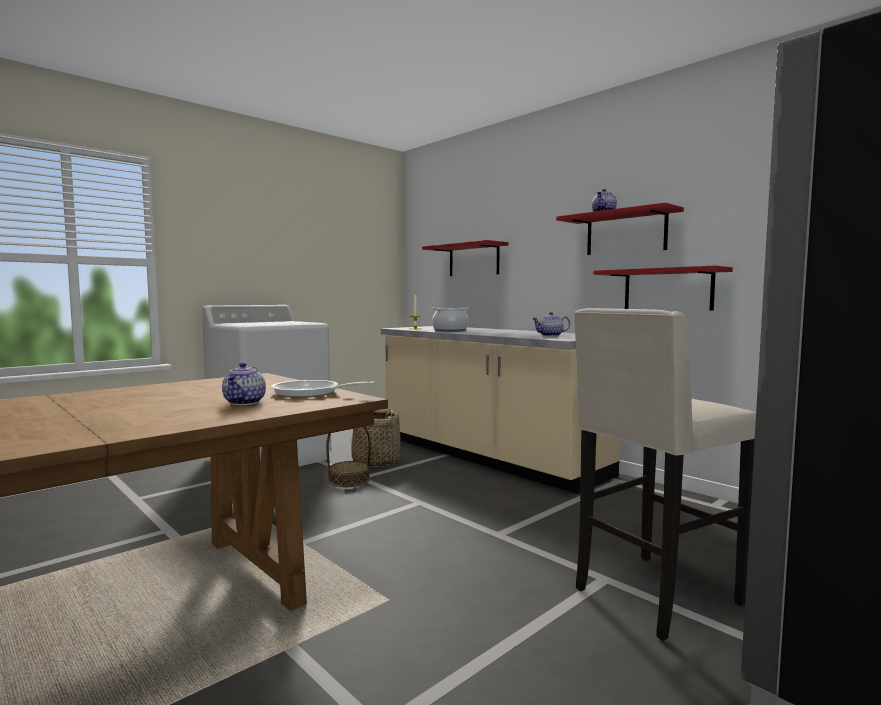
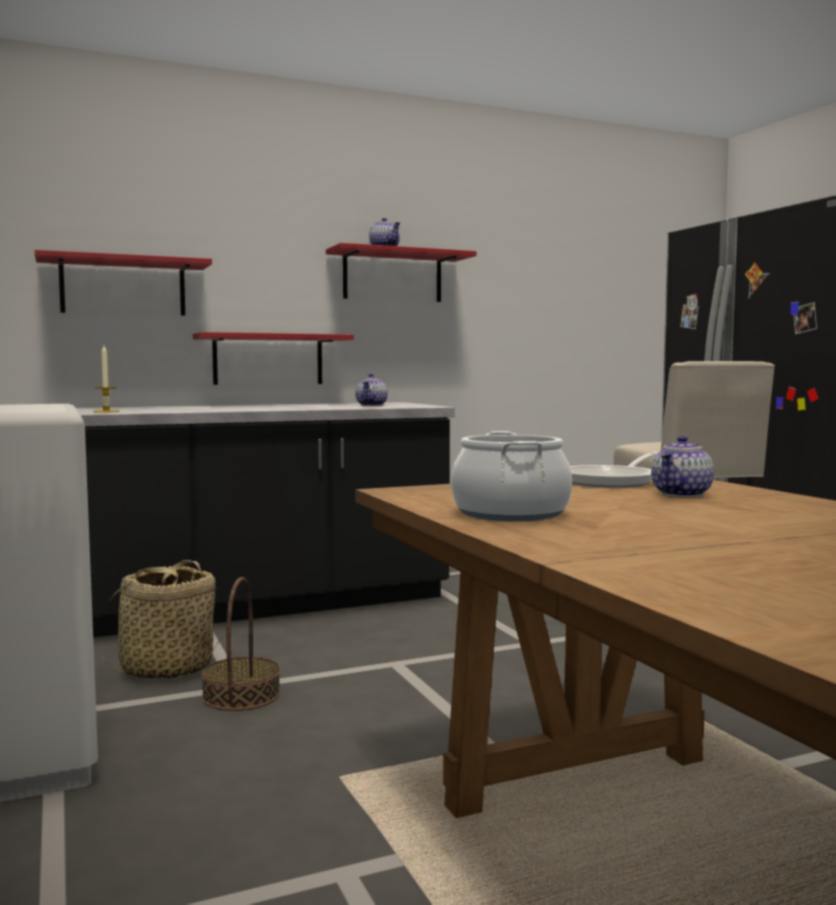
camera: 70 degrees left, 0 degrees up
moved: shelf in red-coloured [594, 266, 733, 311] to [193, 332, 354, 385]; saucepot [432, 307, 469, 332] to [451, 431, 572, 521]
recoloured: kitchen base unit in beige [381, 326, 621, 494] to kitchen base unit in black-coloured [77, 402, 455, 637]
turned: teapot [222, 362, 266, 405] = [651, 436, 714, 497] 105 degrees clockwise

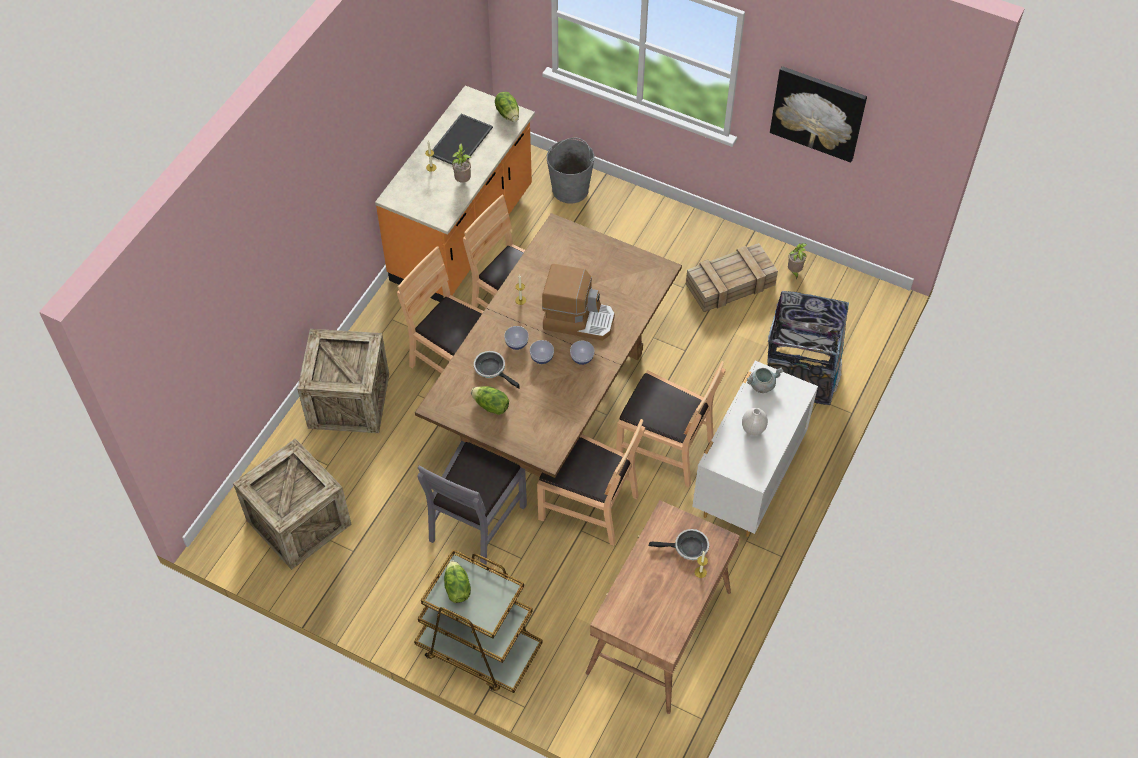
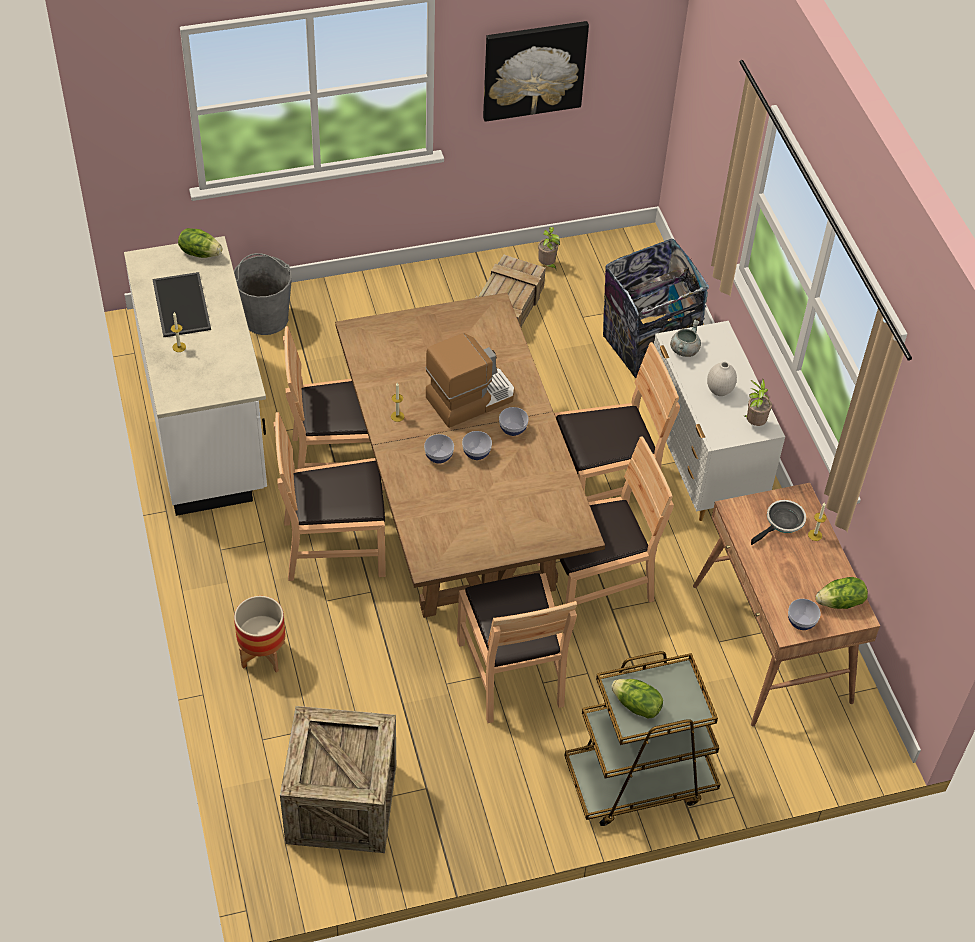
camera: 45 degrees left, 5 degrees down
removed: pan [474, 351, 520, 389]
added: serving bowl [788, 599, 821, 630]
moved: potted plant [452, 143, 471, 183] to [745, 379, 772, 426]; lettuce [471, 386, 509, 415] to [816, 577, 868, 609]
replaced: packing crate [297, 329, 389, 433] to planter [234, 596, 286, 672]
recoloured: kitchen base unit in orangey [375, 86, 535, 302] to kitchen base unit in whitish [124, 236, 267, 516]; chair in greyish [418, 441, 527, 567] to chair in brown [457, 573, 577, 723]

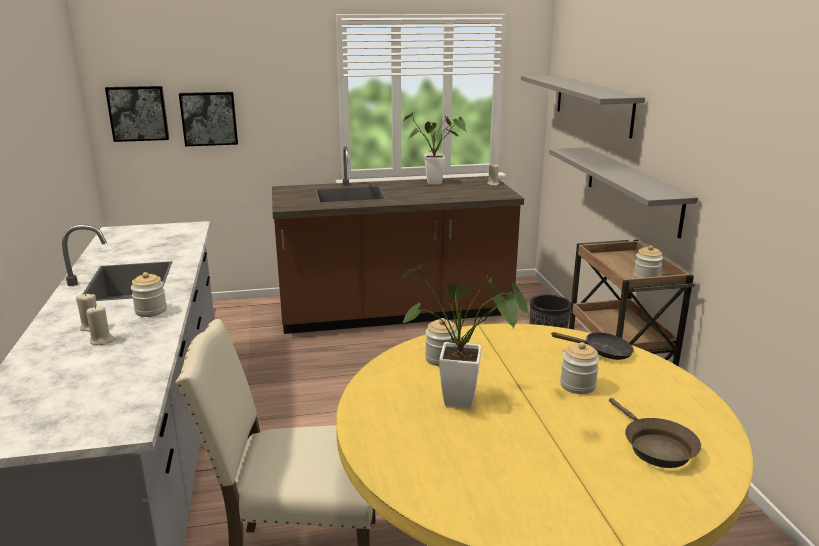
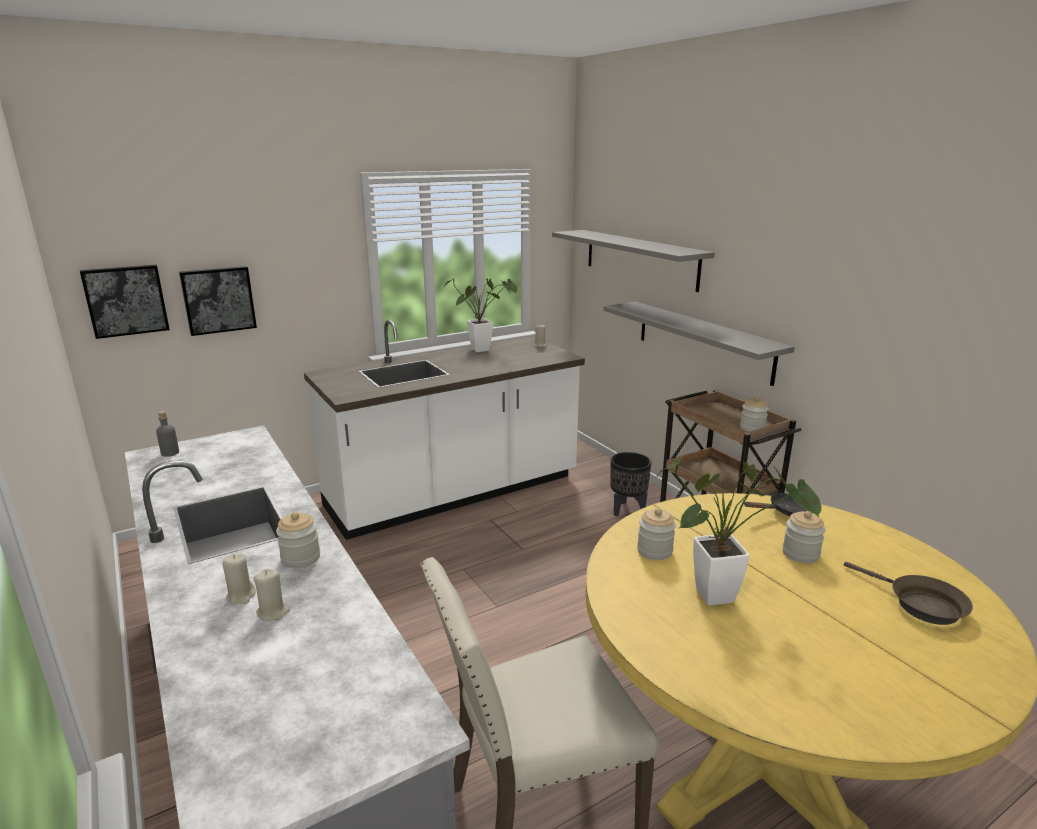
camera: 20 degrees left, 0 degrees up
added: drink bottle in greyish [156, 411, 179, 457]
recoloured: kitchen base unit in brown [272, 146, 524, 334] to kitchen base unit in whitish [304, 320, 585, 540]

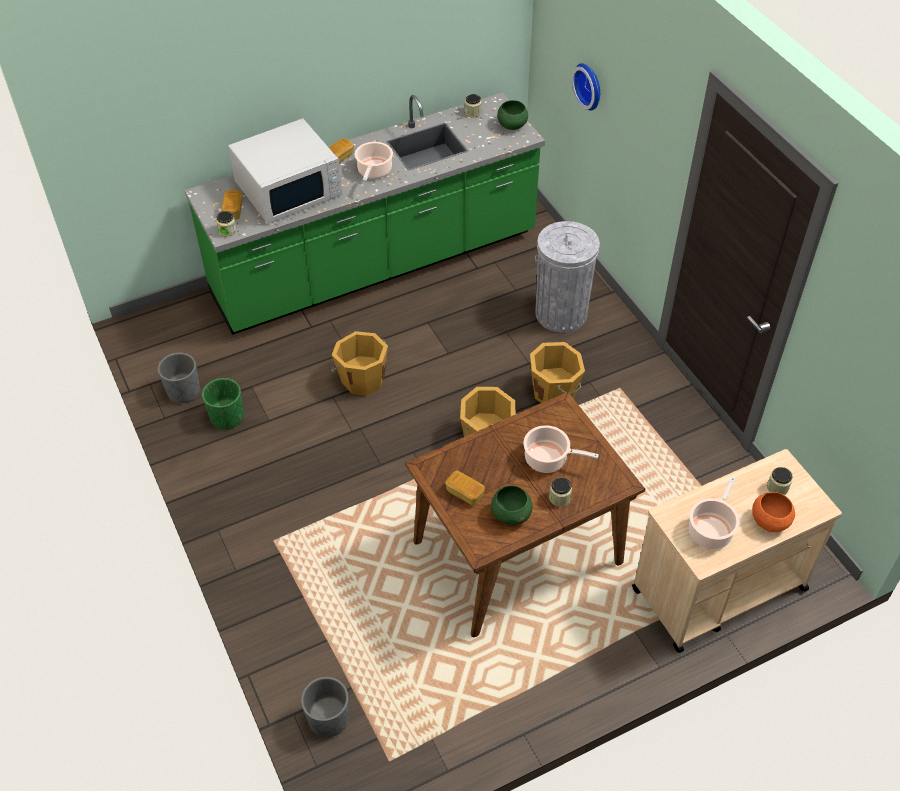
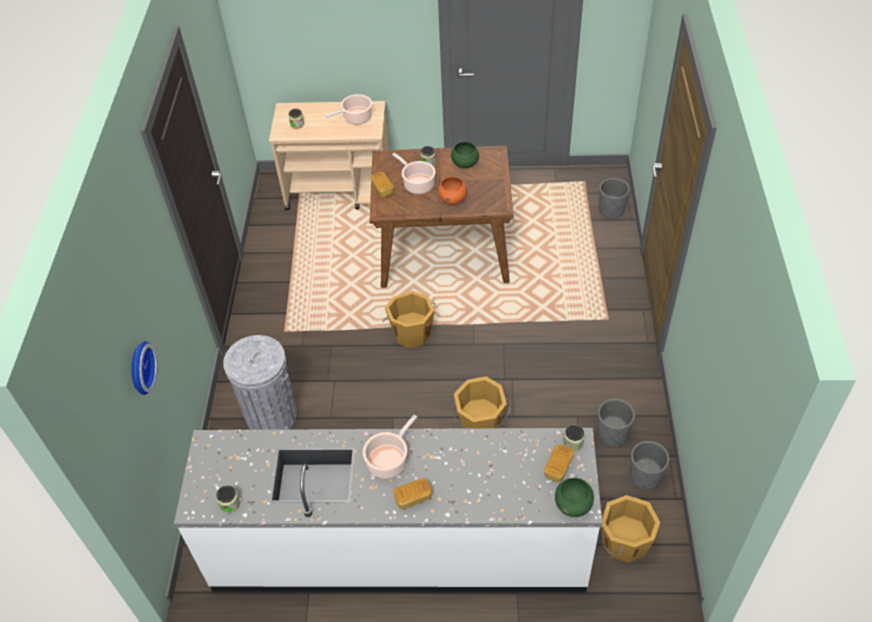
camera: 150 degrees left, 0 degrees up
removed: microwave in whitish [228, 118, 342, 224]
moved: bakery bread [445, 471, 485, 506] to [371, 172, 394, 198]; serving bowl in orangey [752, 492, 795, 532] to [438, 177, 467, 205]; serving bowl in green-coloured [497, 100, 528, 130] to [555, 478, 594, 517]; pail in orangey [530, 342, 585, 403] to [601, 495, 660, 563]
recoloured: kitchen base unit in green-coloured [185, 92, 545, 335] to kitchen base unit in whitish [174, 428, 602, 592]; planter in green-coloured [202, 378, 244, 430] to planter in greyish [597, 399, 635, 447]

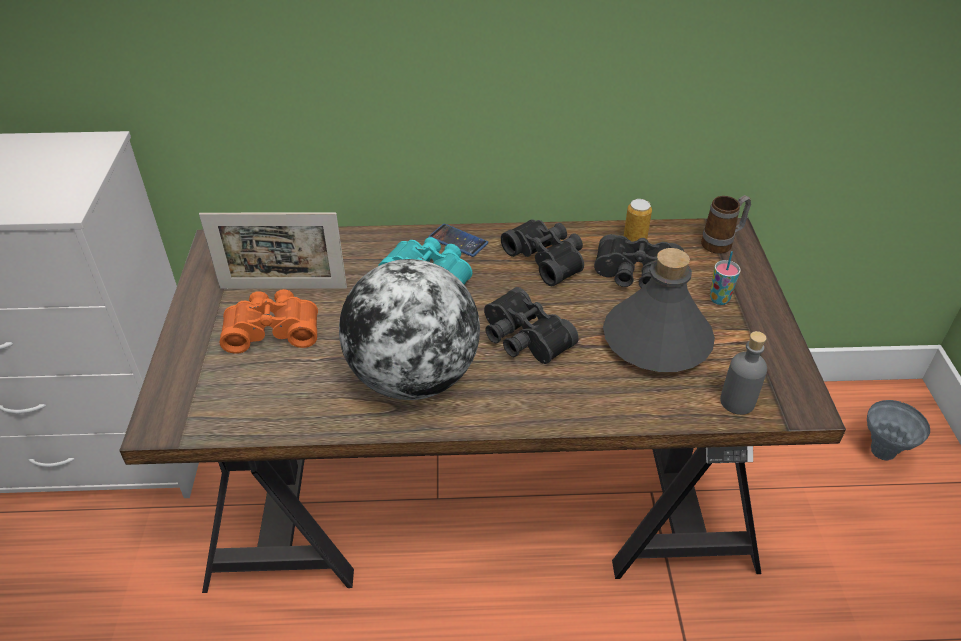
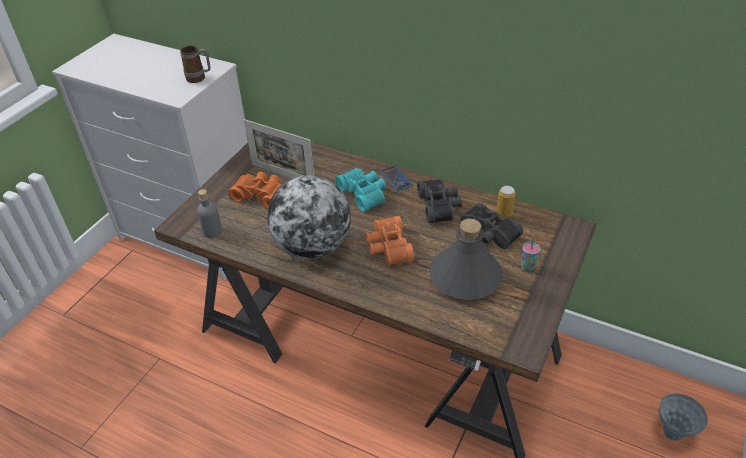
camera: 30 degrees right, 0 degrees up
moved: coffee mug [701, 195, 751, 254] to [180, 46, 211, 83]; drink bottle in greyish [720, 331, 767, 415] to [197, 189, 222, 238]
recoloured: field glasses in black-coloured [484, 287, 579, 364] to field glasses in orangey [365, 216, 414, 266]

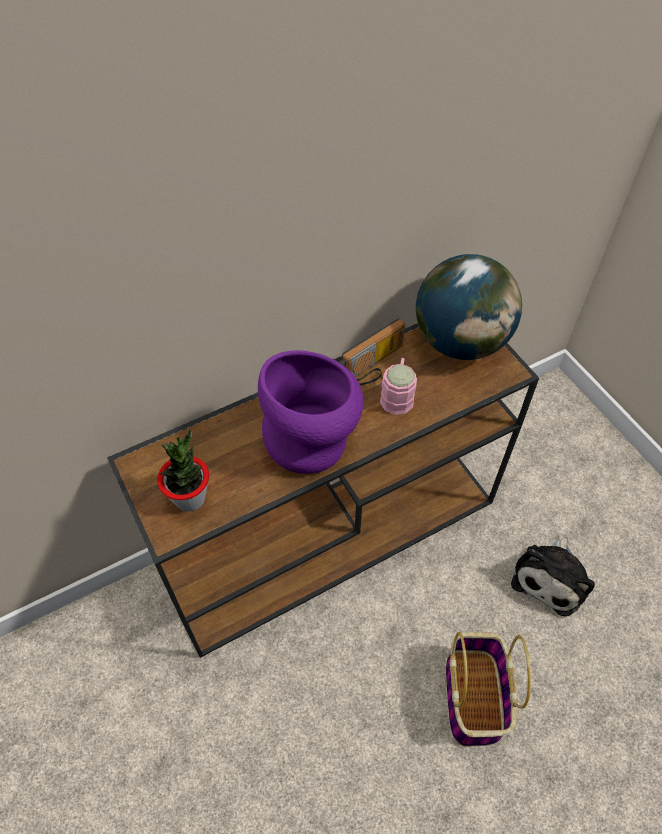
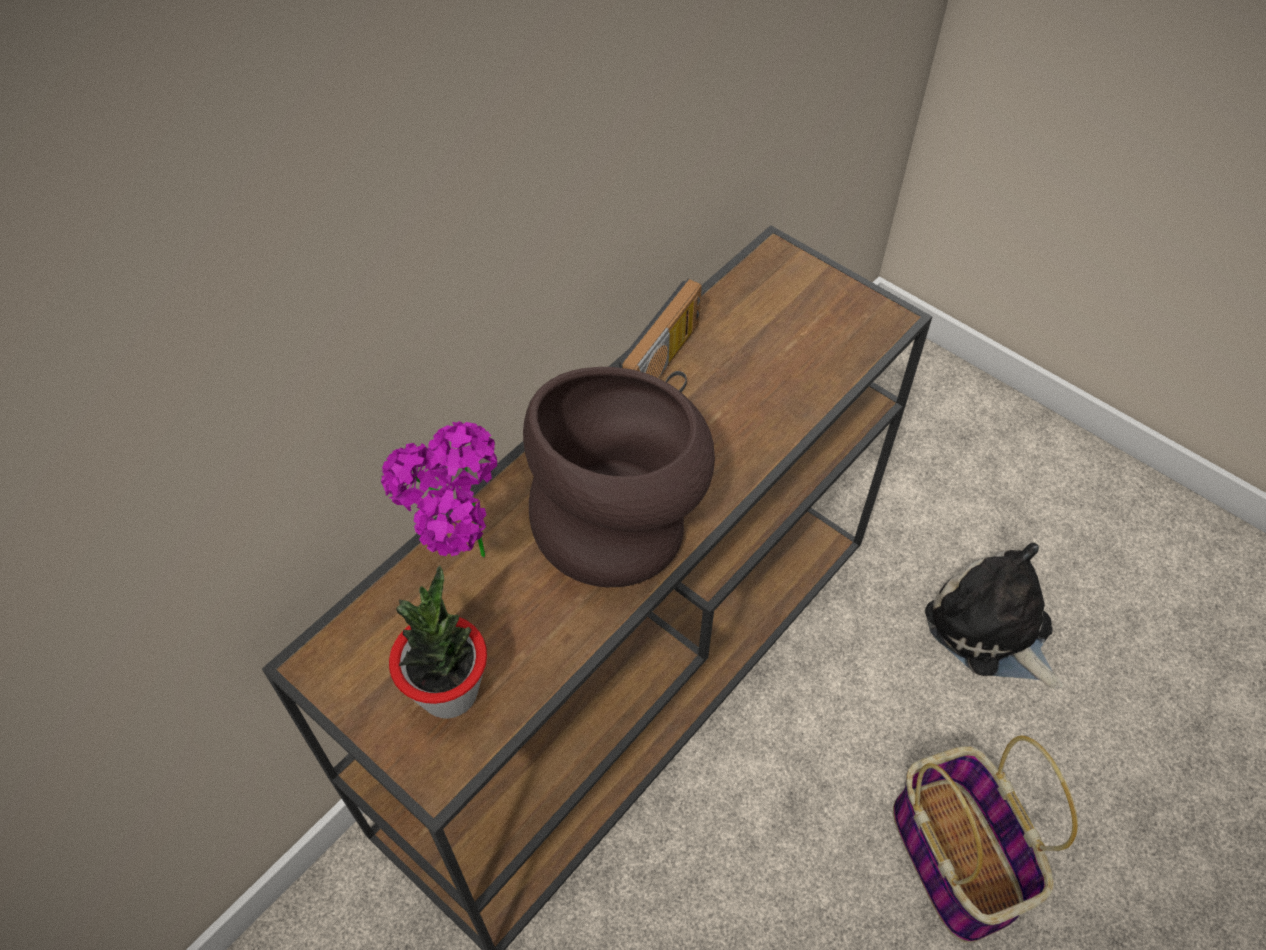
camera: 20 degrees left, 0 degrees up
removed: coffee mug in pinkish [380, 358, 417, 415]; world globe [416, 254, 522, 360]
added: potted plant [381, 421, 497, 558]
recoloured: vase in purplish [258, 350, 364, 474] to vase in brown [523, 367, 715, 588]
turned: cuddly toy [511, 533, 595, 616] = [925, 543, 1063, 689] 135 degrees clockwise

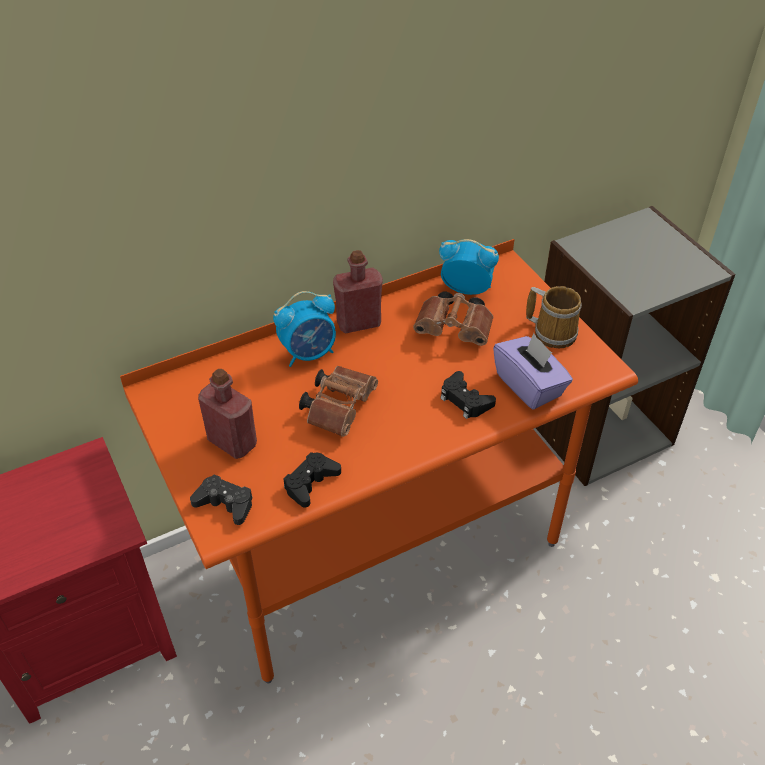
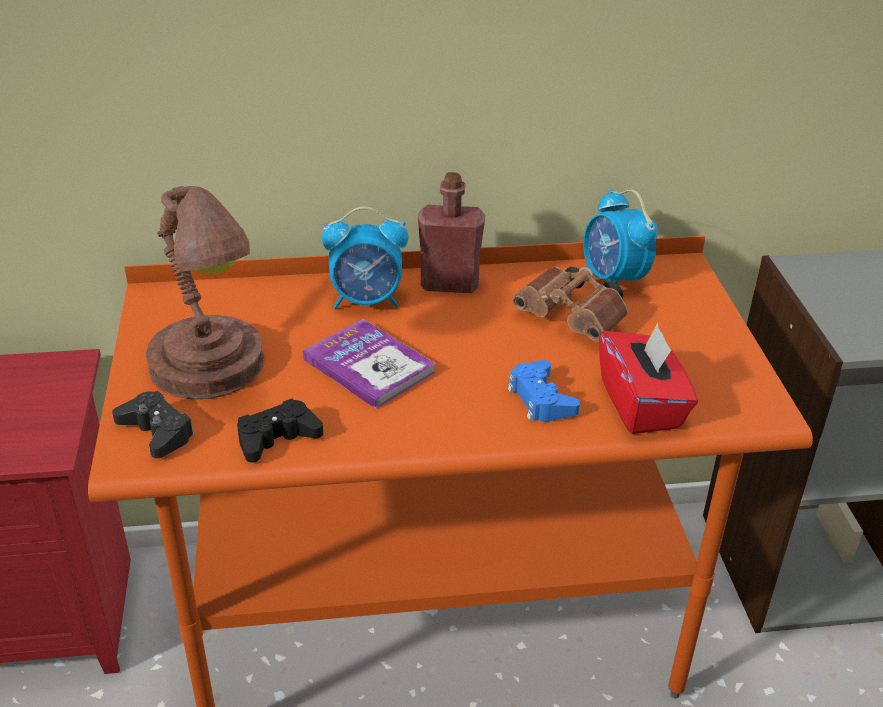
camera: 20 degrees right, 10 degrees down
removed: coffee mug [526, 286, 582, 348]
replaced: drink bottle in red-coloured [198, 369, 257, 459] to tabletop lamp in brown [146, 186, 264, 399]; field glasses in brown [299, 366, 378, 437] to volume [303, 319, 436, 409]
recoloured: joypad in black-coloured [441, 371, 496, 419] to joypad in blue [508, 360, 580, 422]; tissue holder in purplish [493, 333, 573, 410] to tissue holder in red-coloured [599, 323, 698, 434]
turned: table clock [439, 239, 499, 295] = [583, 190, 658, 285] 150 degrees counterclockwise

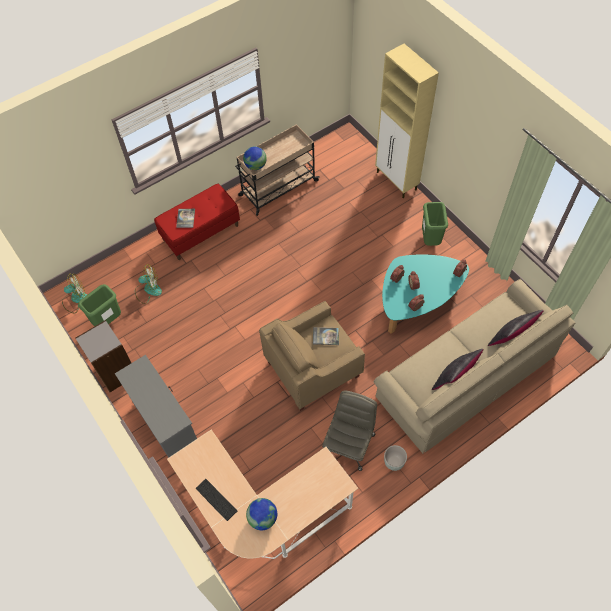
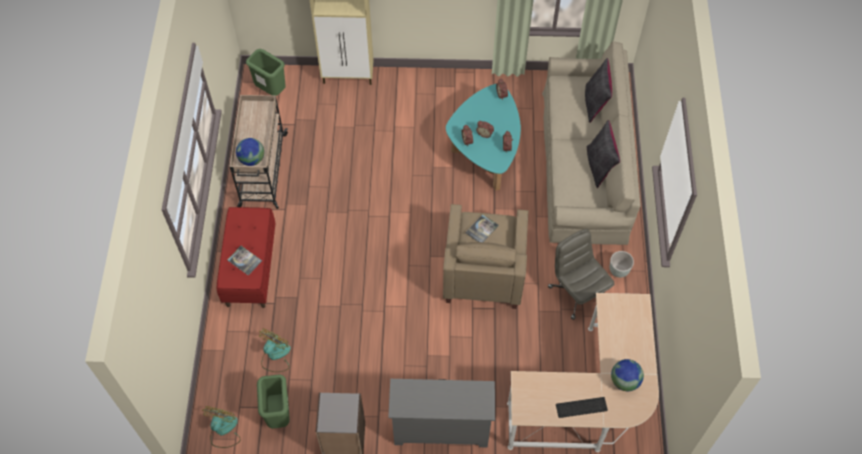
camera: 55 degrees left, 0 degrees up
moved: rubbish bin in green-coloured [422, 202, 448, 246] to [246, 49, 286, 96]

